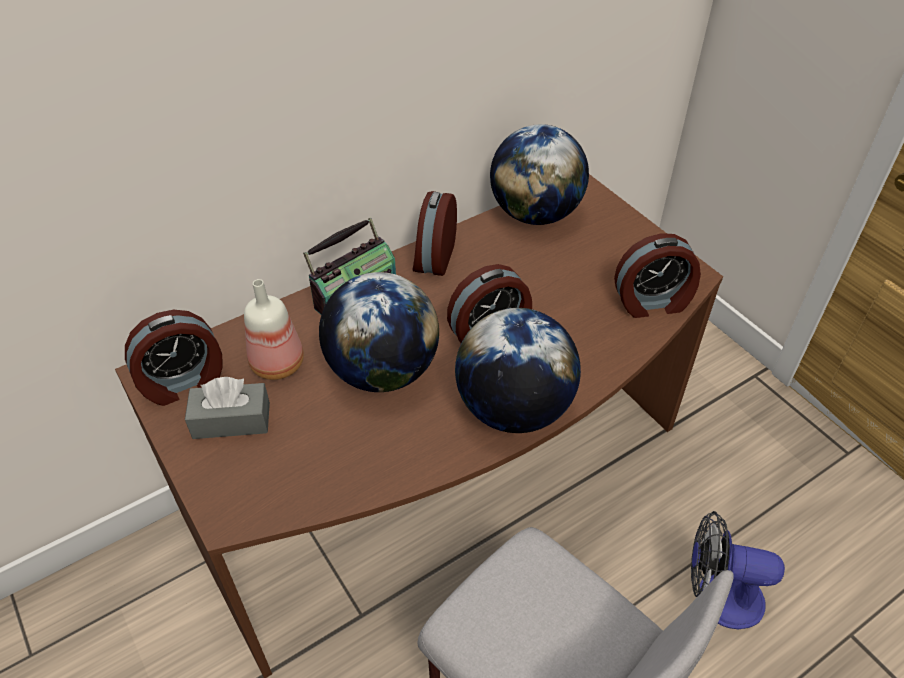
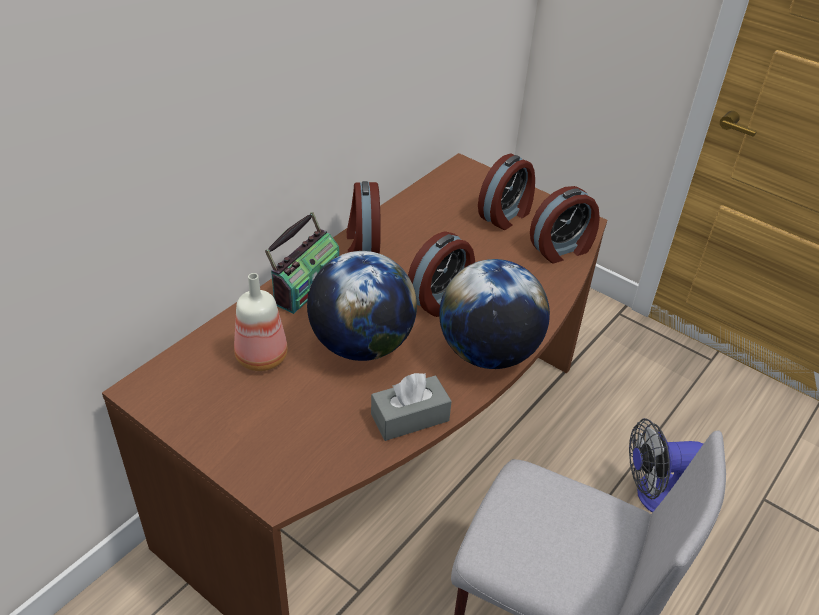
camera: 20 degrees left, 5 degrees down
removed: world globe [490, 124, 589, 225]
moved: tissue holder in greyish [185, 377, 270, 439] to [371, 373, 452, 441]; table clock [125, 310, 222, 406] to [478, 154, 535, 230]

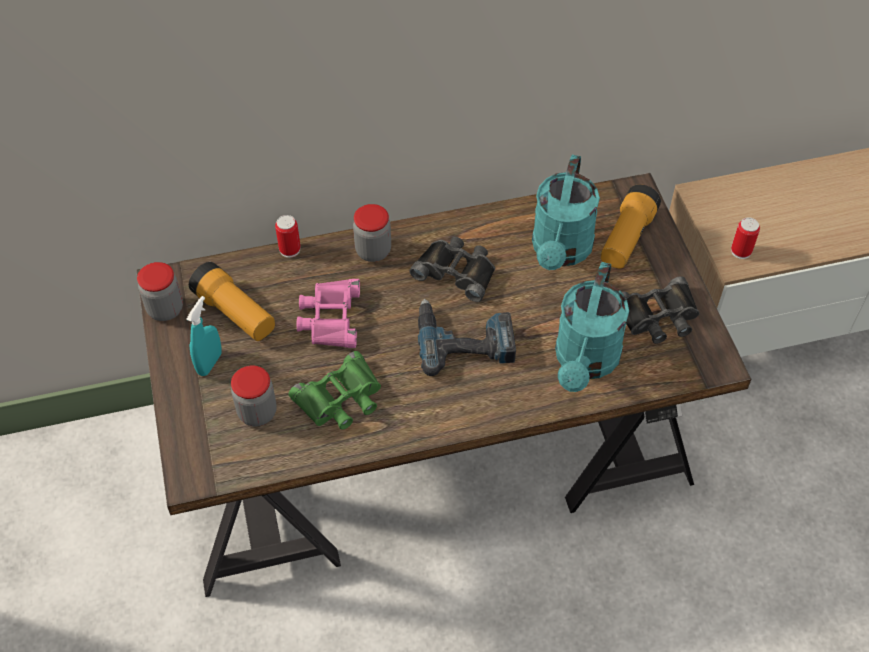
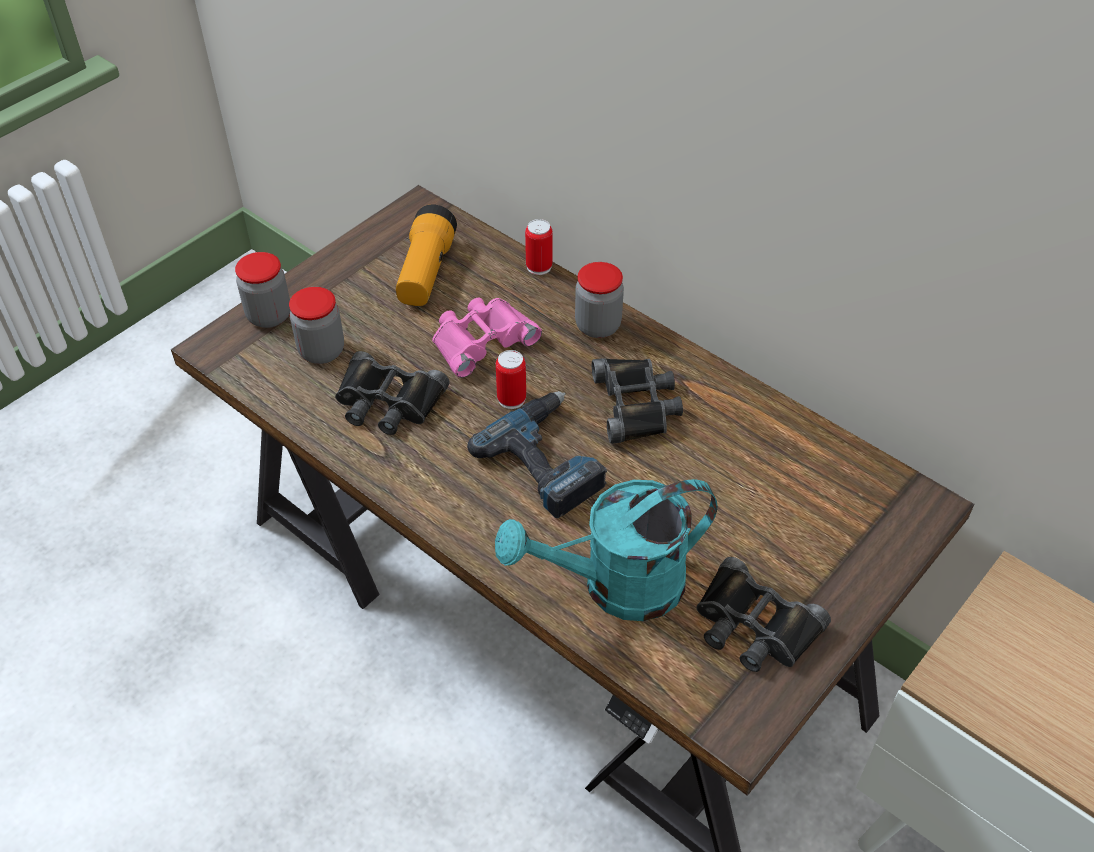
camera: 55 degrees right, 5 degrees down
removed: sprayer in turquoise [186, 296, 222, 376]; sprinkling can in turquoise [532, 155, 600, 270]; hand torch [601, 184, 661, 269]
moved: jar [137, 262, 183, 321] to [235, 252, 290, 328]; sealed can [731, 217, 760, 259] to [496, 350, 526, 409]
recoloured: field glasses in green-coloured [289, 351, 381, 430] to field glasses in black-coloured [335, 351, 450, 435]

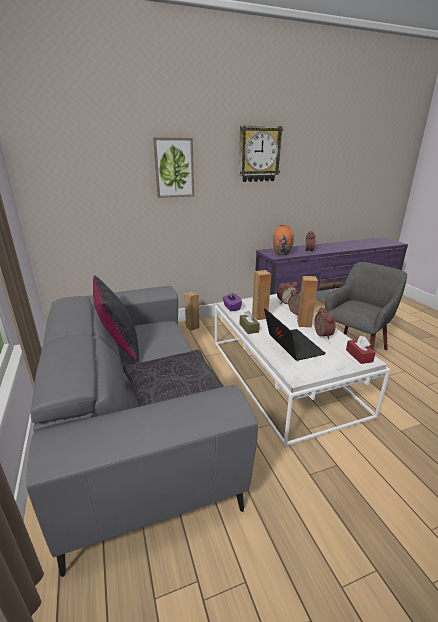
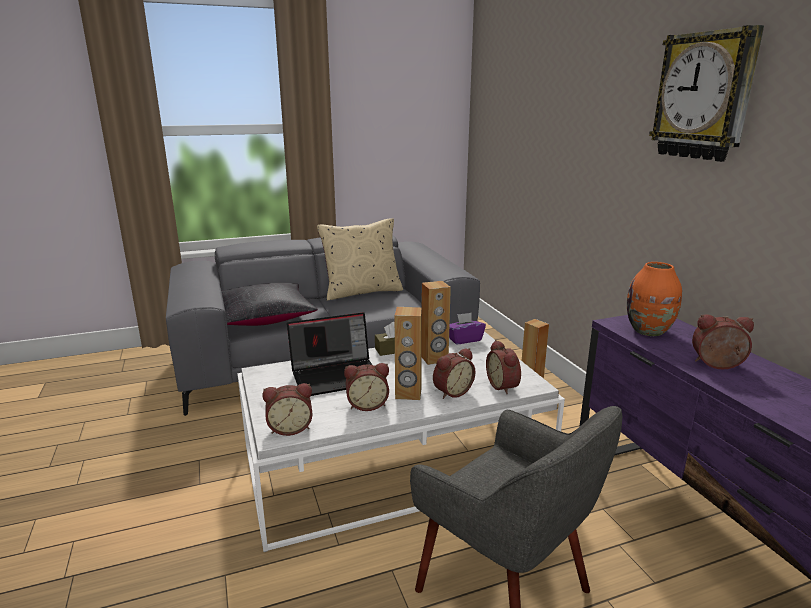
camera: 90 degrees right, 5 degrees down
removed: wall picture [153, 137, 194, 198]
replaced: tissue holder in red-coloured [346, 336, 376, 364] to table clock [262, 383, 312, 436]
recoloured: cushion in black-coloured [93, 276, 139, 362] to cushion in beige [317, 218, 403, 300]

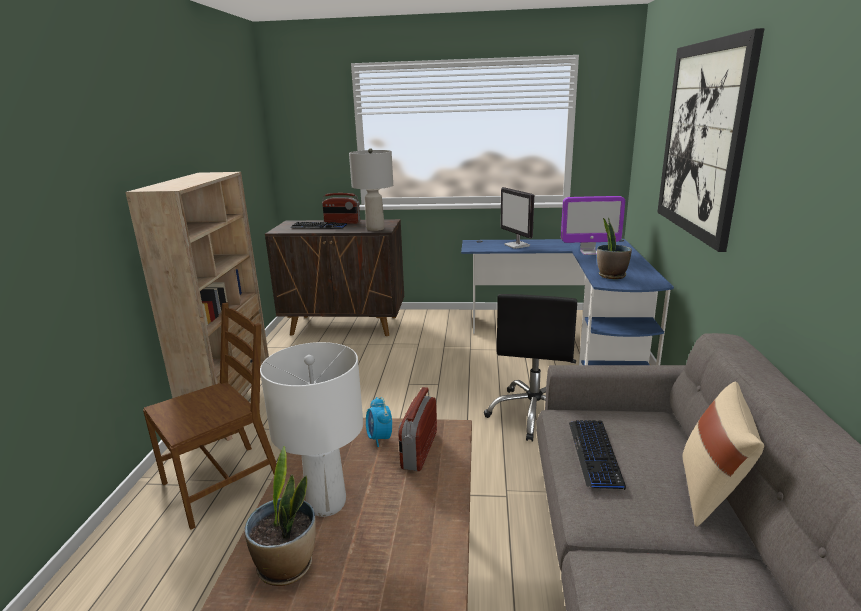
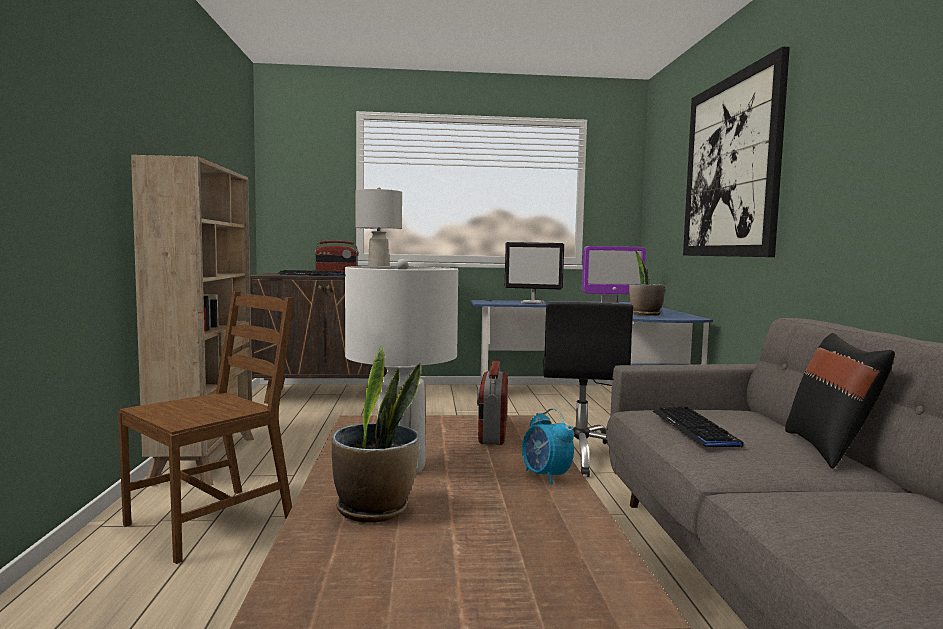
camera: 10 degrees left, 15 degrees down
moved: table clock [366, 397, 392, 447] to [522, 408, 574, 485]
recoloured: cushion in beige [682, 382, 764, 527] to cushion in black-coloured [785, 333, 895, 469]
turned: computer screen [500, 187, 534, 249] = [505, 242, 564, 304] 45 degrees counterclockwise

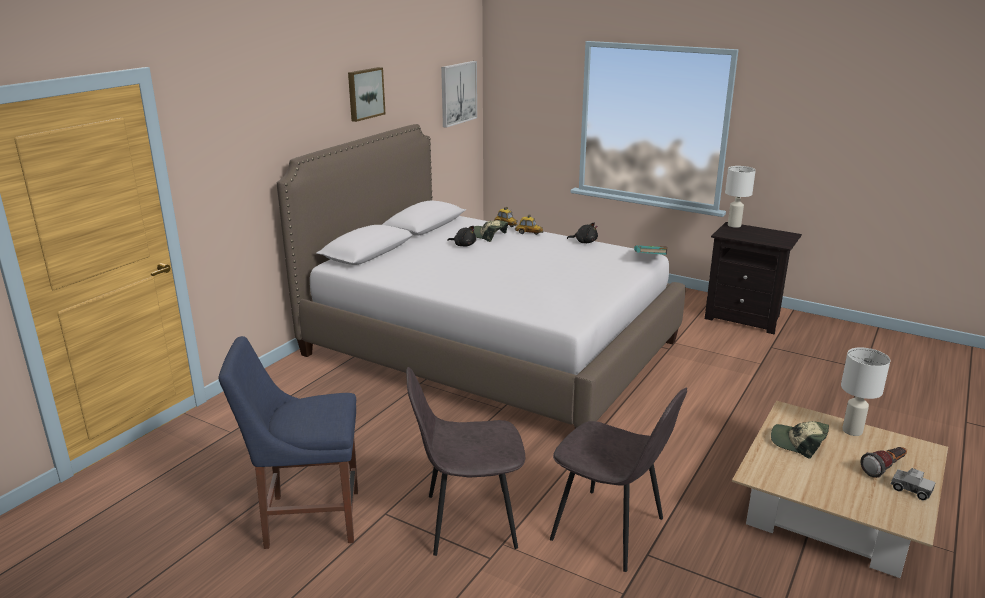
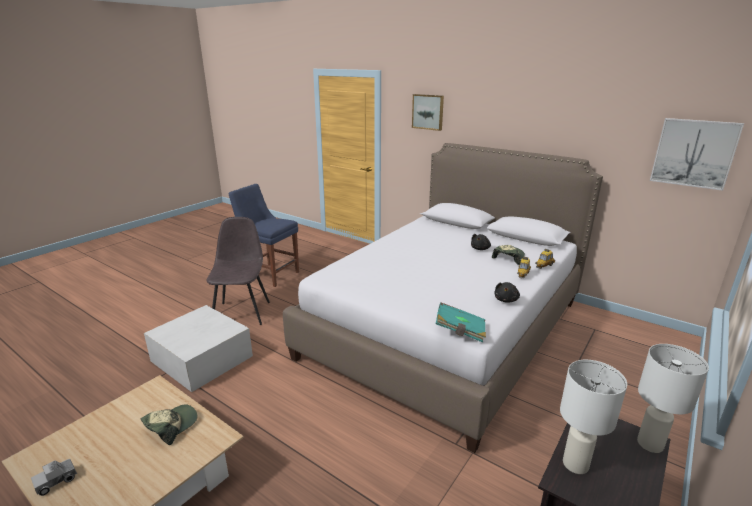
camera: 95 degrees right, 0 degrees up
removed: hand torch [860, 447, 907, 478]
moved: wall picture [348, 67, 386, 122] to [412, 94, 444, 131]; tabletop lamp in whitish [841, 347, 891, 436] to [560, 360, 627, 474]
replaced: chair in greyish [550, 388, 687, 572] to storage box in whitish [144, 305, 253, 392]
turned: chair in blue [218, 336, 358, 549] = [229, 184, 299, 287] 60 degrees counterclockwise

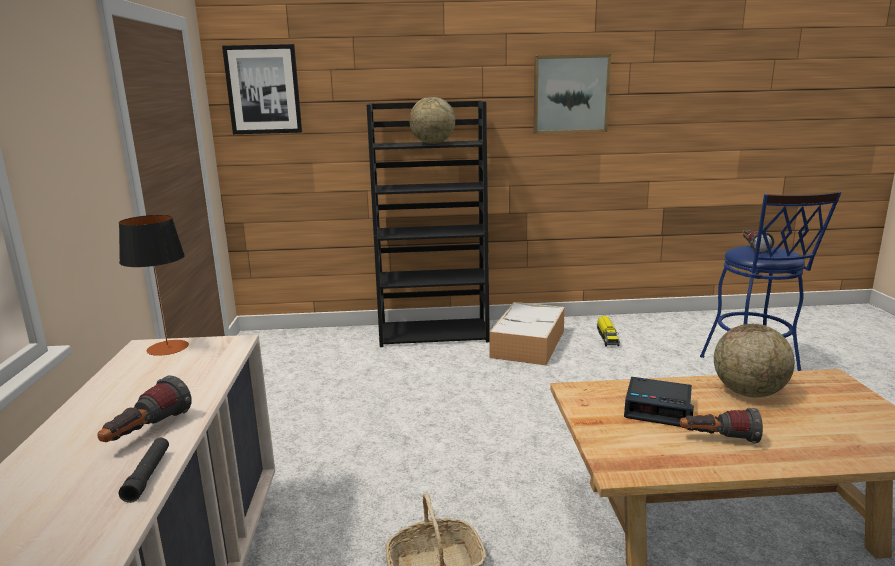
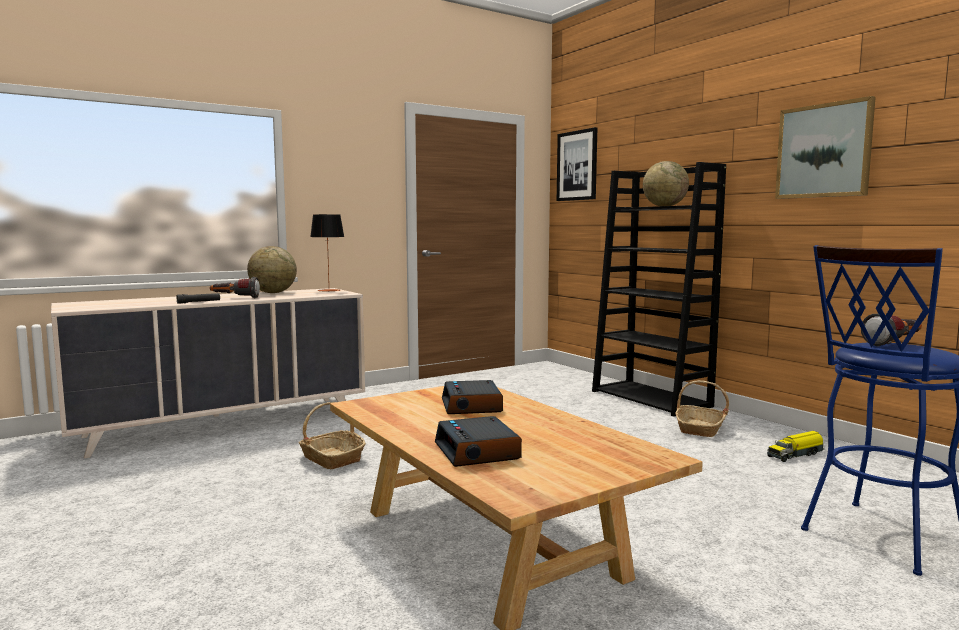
camera: 60 degrees right, 10 degrees down
removed: hand torch [680, 408, 763, 444]
added: table clock [435, 416, 522, 467]
moved: world globe [714, 324, 795, 397] to [247, 246, 297, 293]
replaced: storage box [490, 302, 565, 365] to household basket [676, 380, 729, 437]

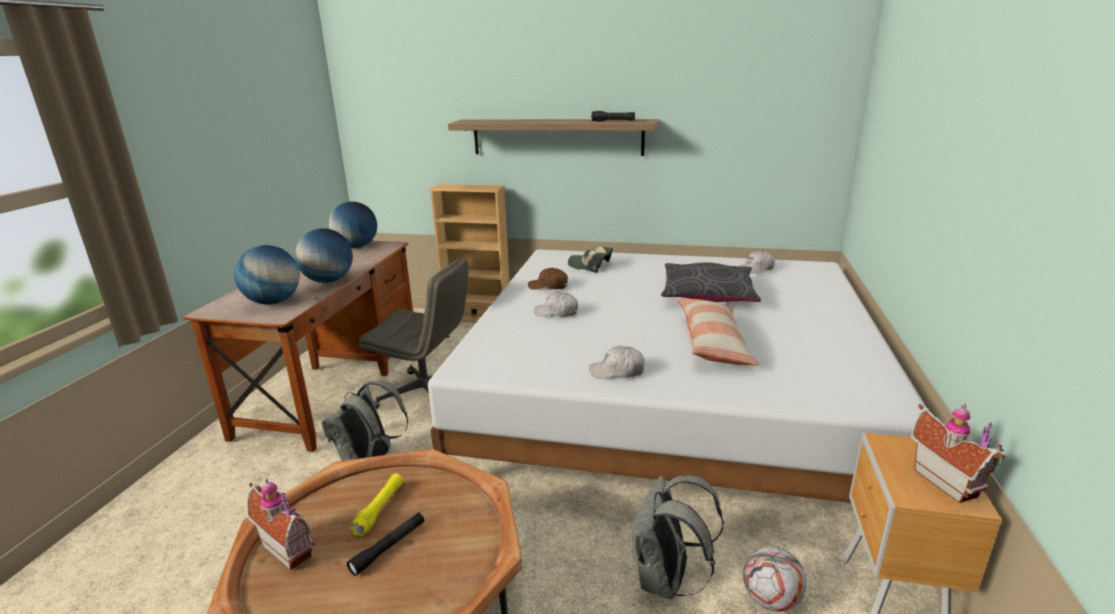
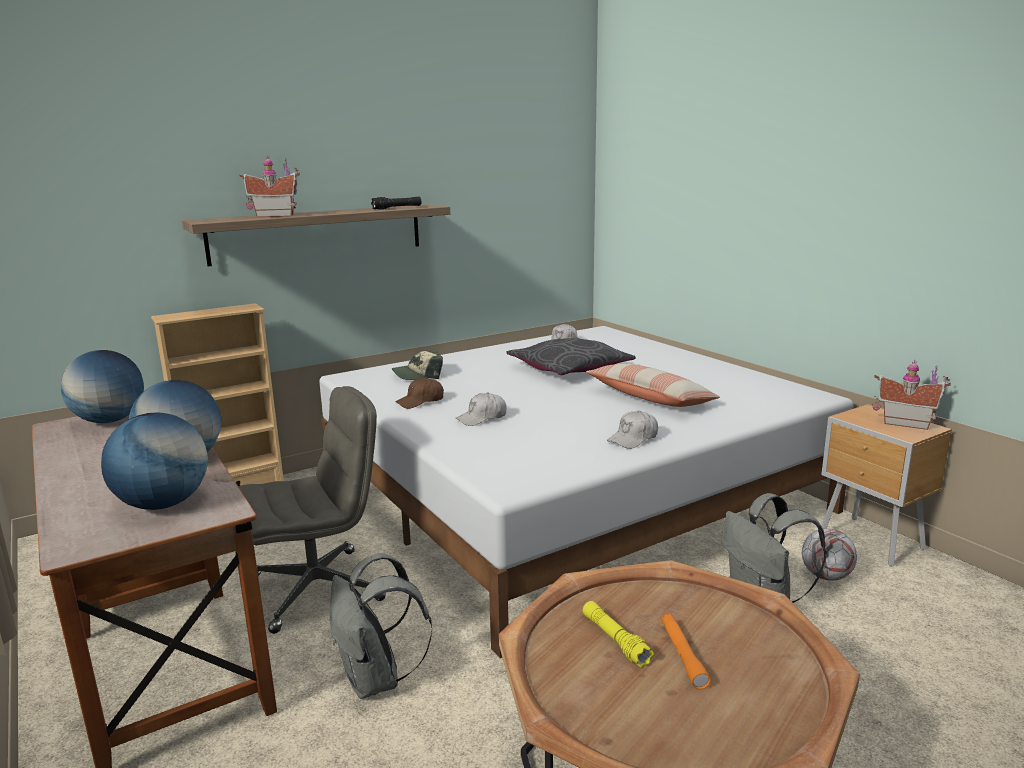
camera: 45 degrees left, 5 degrees down
moved: toy house [247, 478, 314, 571] to [240, 156, 300, 217]
recoloured: hand torch in black-coloured [347, 512, 424, 576] to hand torch in orangey [662, 614, 711, 690]

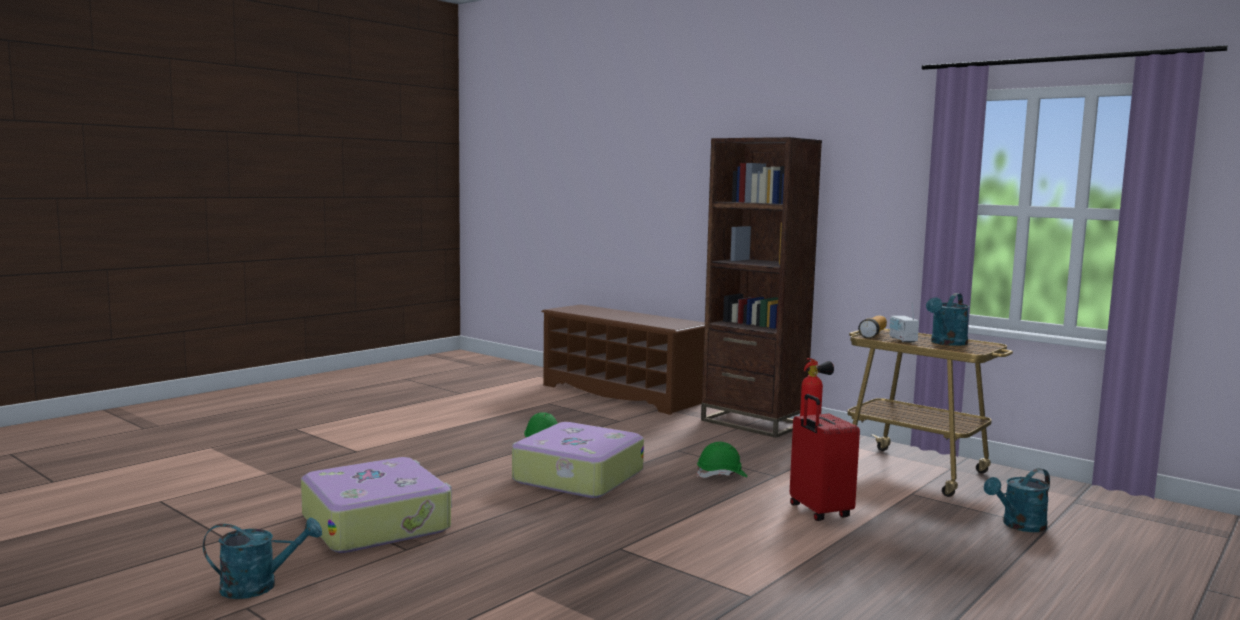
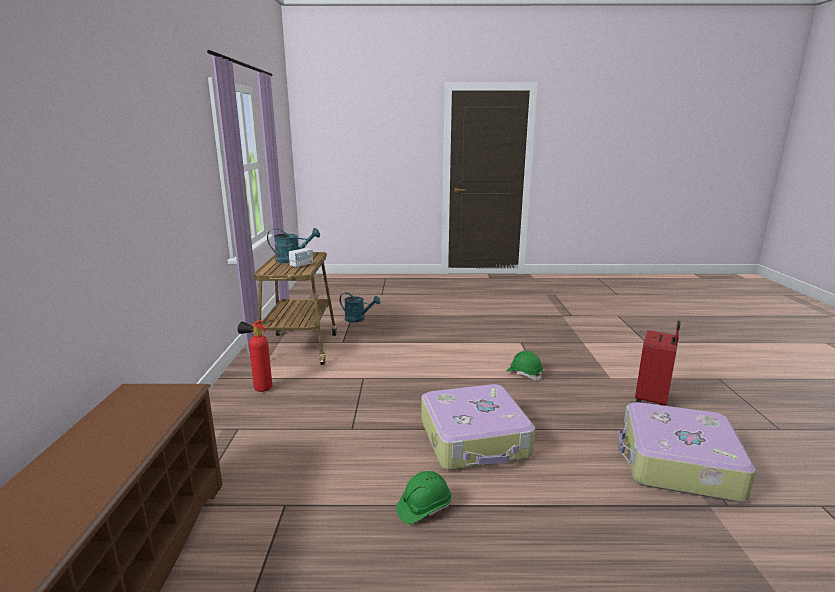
camera: 130 degrees left, 10 degrees up
removed: sprinkling can in turquoise [203, 518, 322, 599]; bookshelf in brown [701, 137, 822, 438]; hand torch [858, 316, 887, 338]
moved: hard hat in green-coloured [697, 442, 747, 478] to [506, 351, 543, 380]; suitcase in red-coloured [790, 394, 860, 521] to [635, 321, 681, 406]

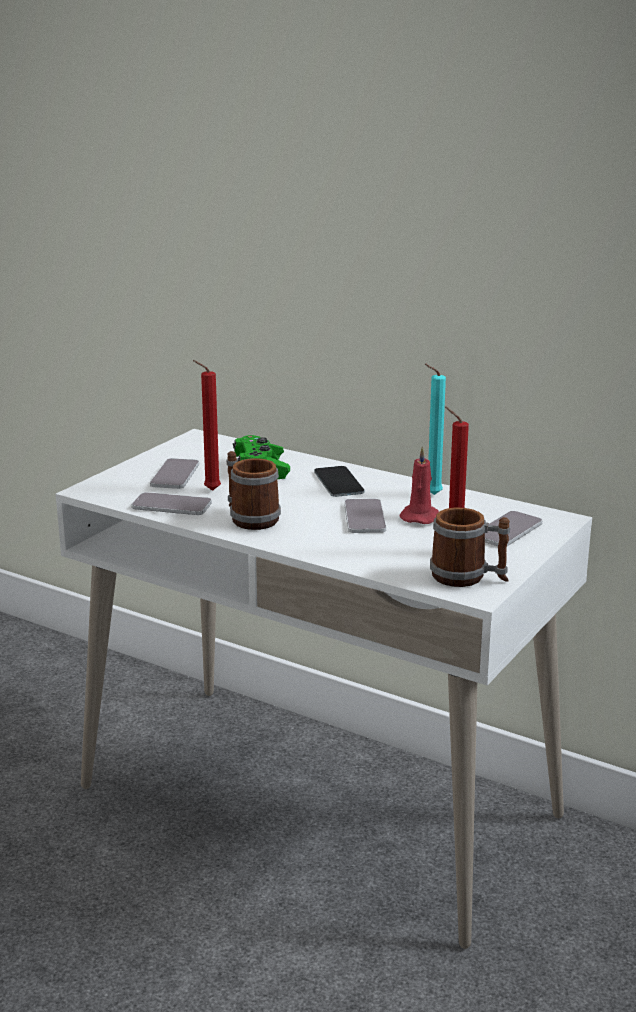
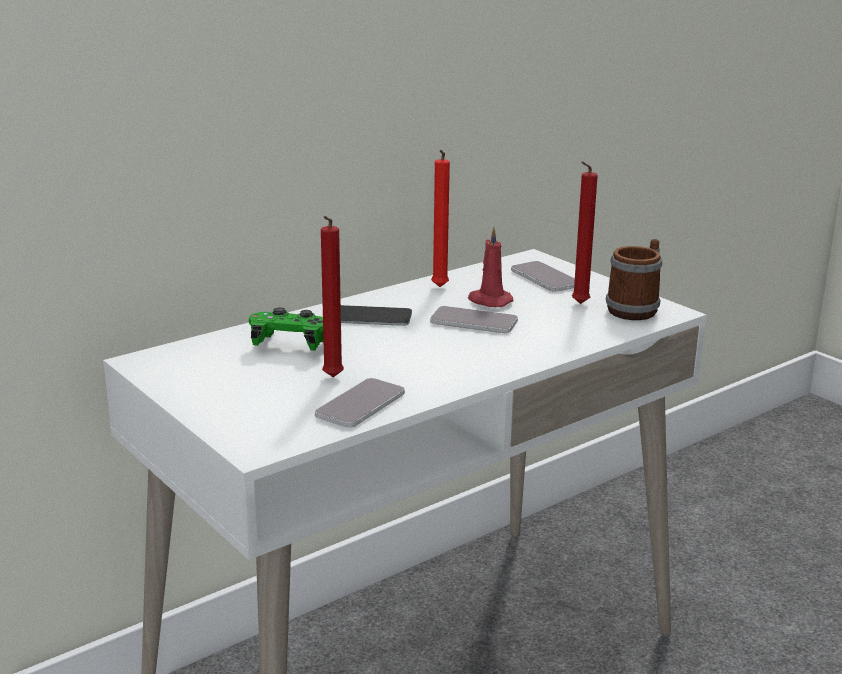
camera: 70 degrees left, 0 degrees up
removed: phone [150, 458, 199, 489]; coffee mug [227, 451, 281, 530]
recoloured: wax light in turquoise [425, 364, 446, 495] to wax light in red-coloured [431, 150, 450, 287]

